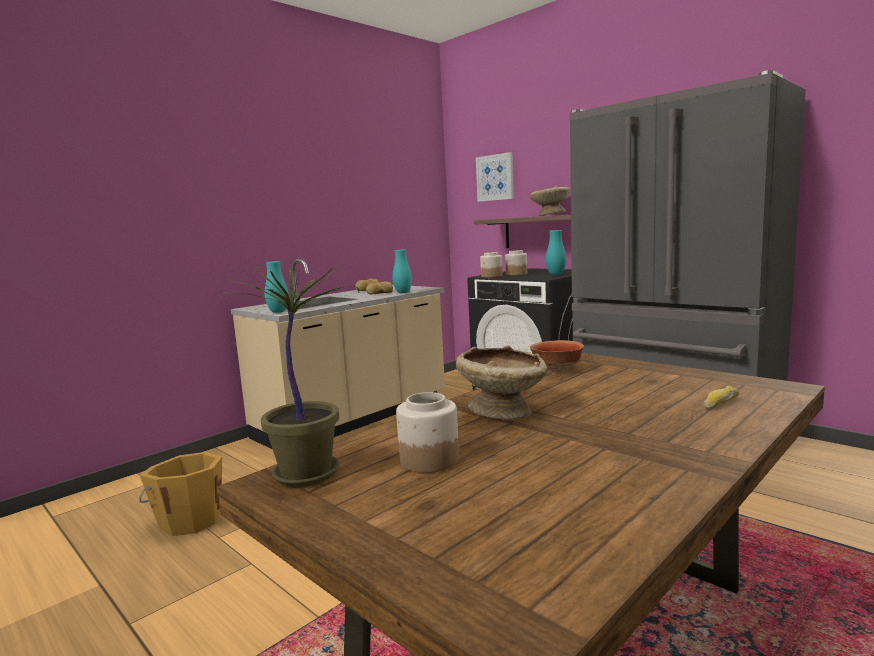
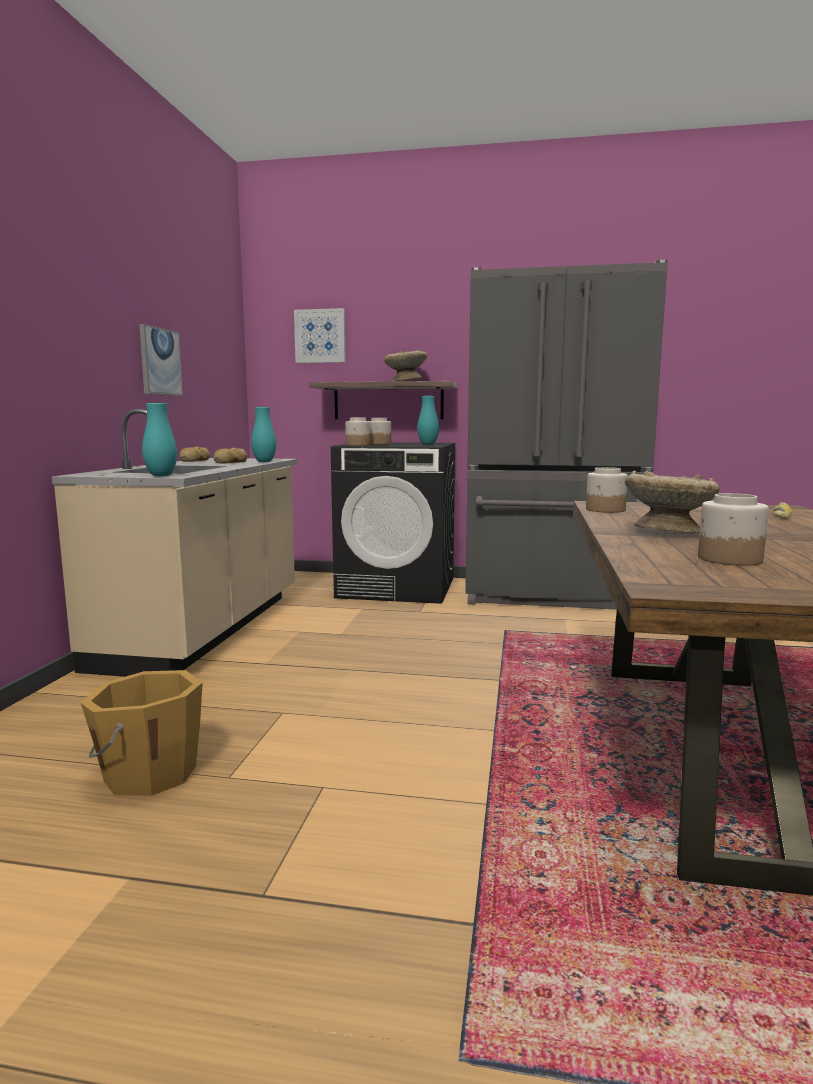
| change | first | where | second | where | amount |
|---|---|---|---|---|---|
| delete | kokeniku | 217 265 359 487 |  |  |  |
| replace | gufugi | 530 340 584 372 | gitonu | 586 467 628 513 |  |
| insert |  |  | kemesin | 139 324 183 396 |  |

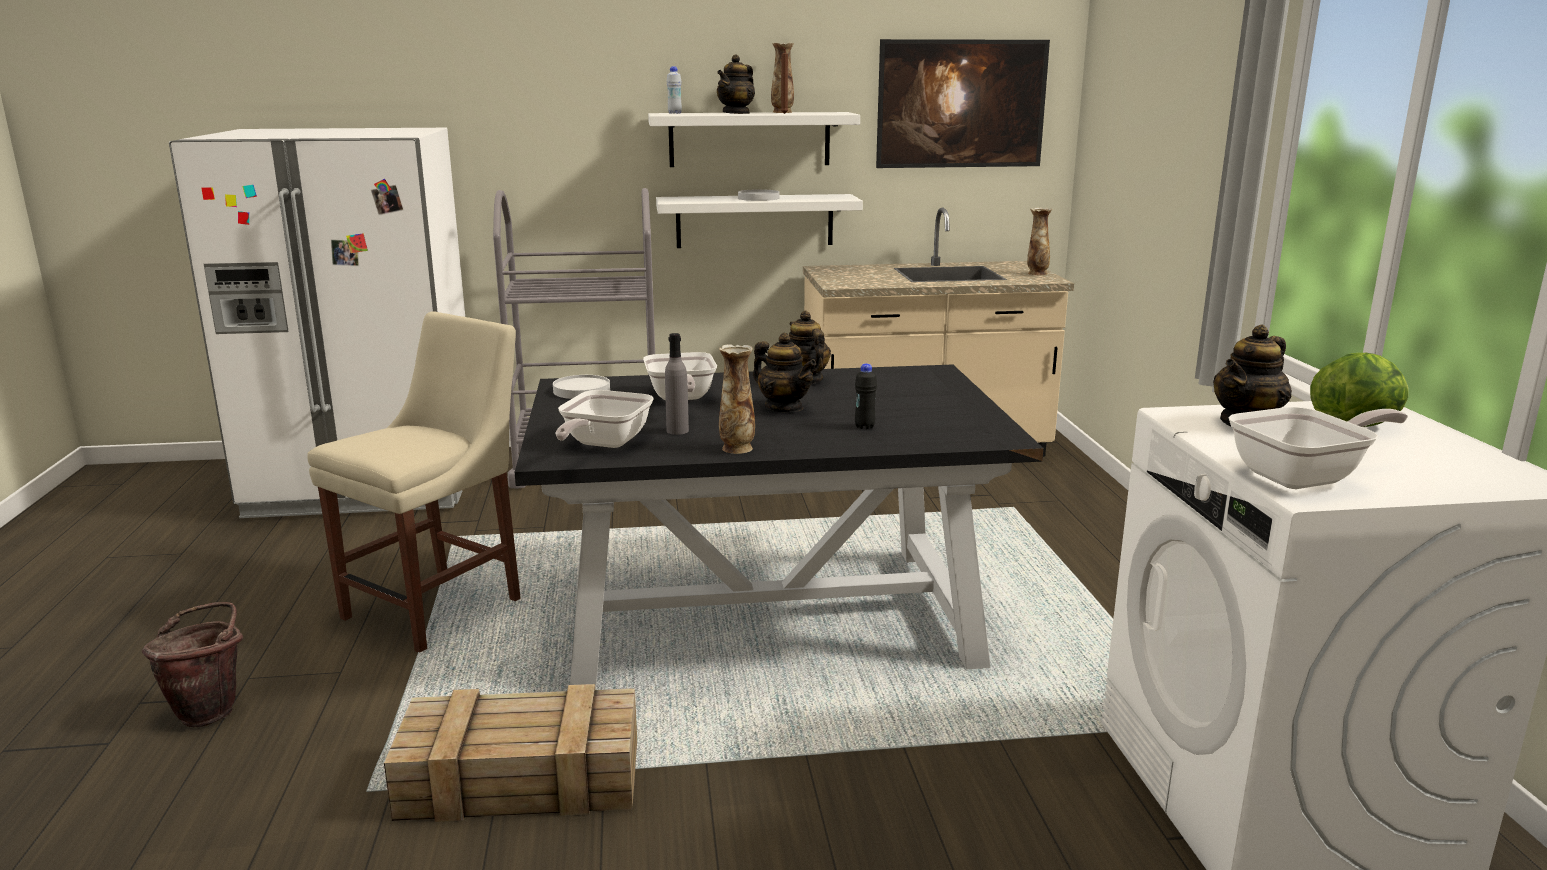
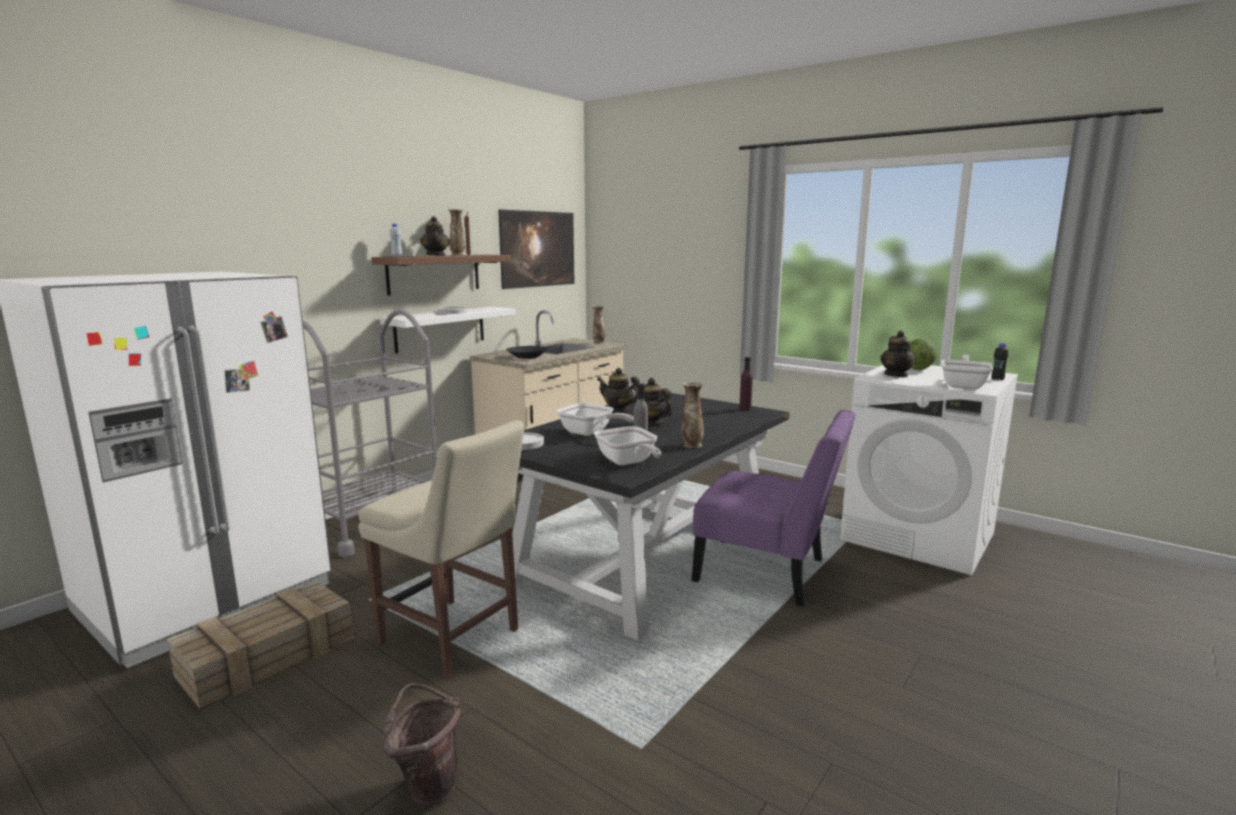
| change | first | where | second | where | amount |
|---|---|---|---|---|---|
| recolor | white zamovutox | 648 112 860 167 | brown zamovutox | 371 255 512 296 |  |
| rotate | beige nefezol | 307 311 521 652 |  | 358 420 524 679 | 135 degrees clockwise |
| rotate | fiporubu | 753 333 816 412 |  | 632 378 672 427 | 135 degrees counterclockwise |
| move | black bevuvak | 855 364 877 429 |  | 991 343 1008 381 |  |
| move | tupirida | 384 684 637 822 |  | 167 581 354 710 |  |
| insert |  |  | black gufugi | 506 346 548 359 |  |
| insert |  |  | purple bevuvak | 739 357 753 411 |  |
| insert |  |  | purple nefezol | 691 410 856 607 |  |

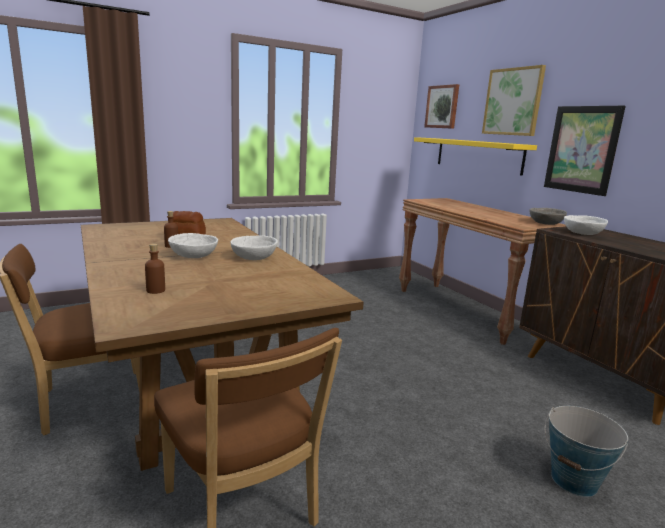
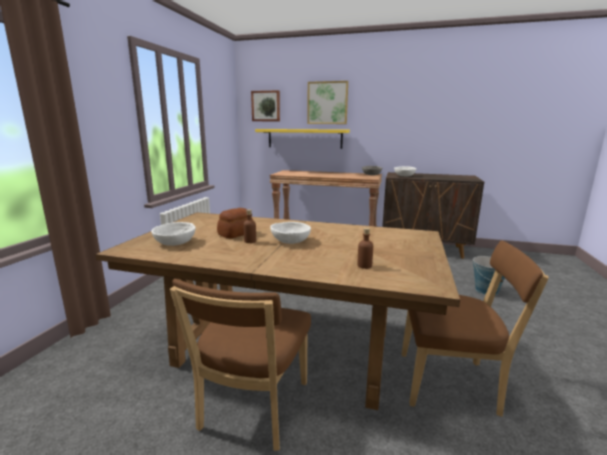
| change | first | where | second | where | amount |
|---|---|---|---|---|---|
| delete | kemesin | 544 106 626 196 |  |  |  |
| move | white gufugi | 230 235 278 260 |  | 151 222 196 246 |  |

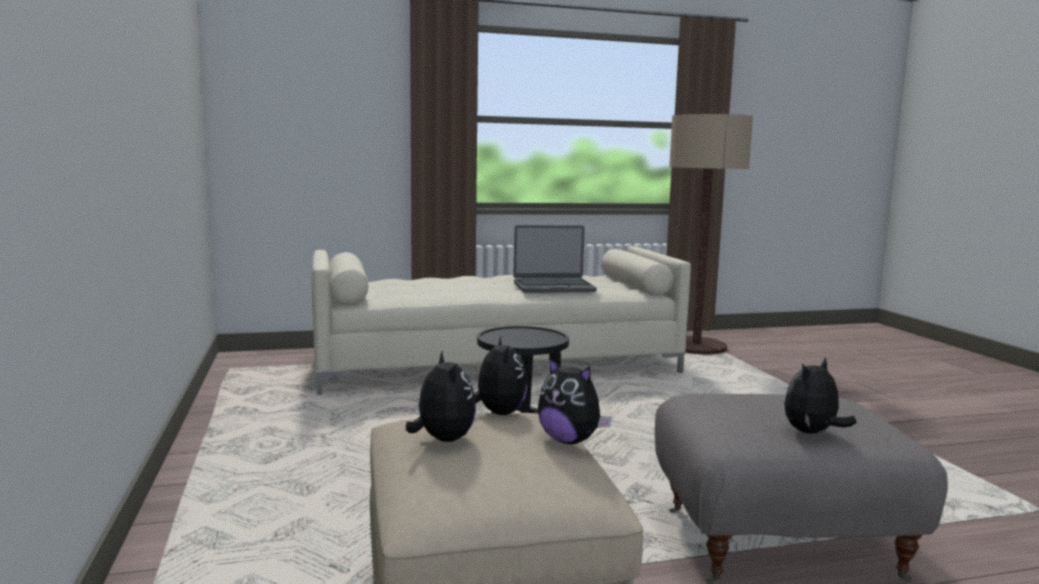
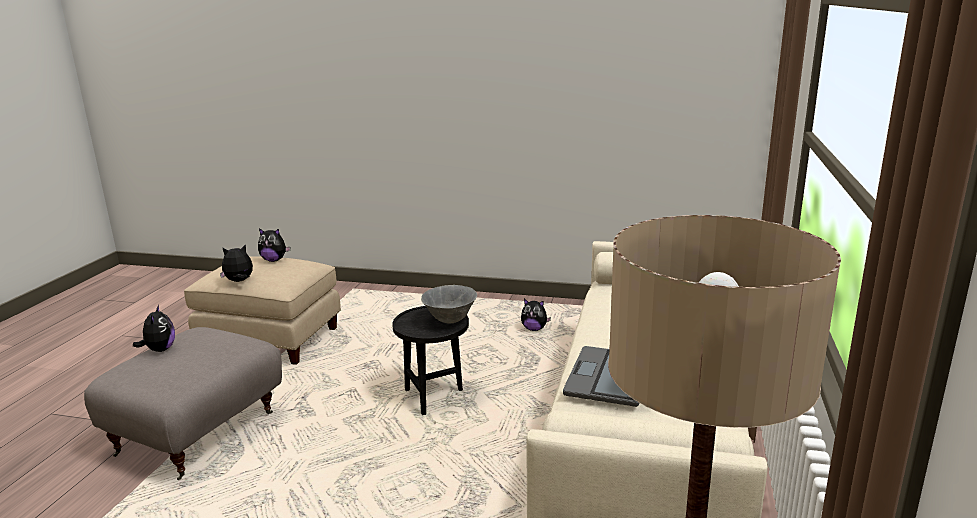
| change | first | where | second | where | amount |
|---|---|---|---|---|---|
| move | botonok | 474 336 527 415 |  | 521 299 551 331 |  |
| insert |  |  | grey gufugi | 421 285 477 324 |  |

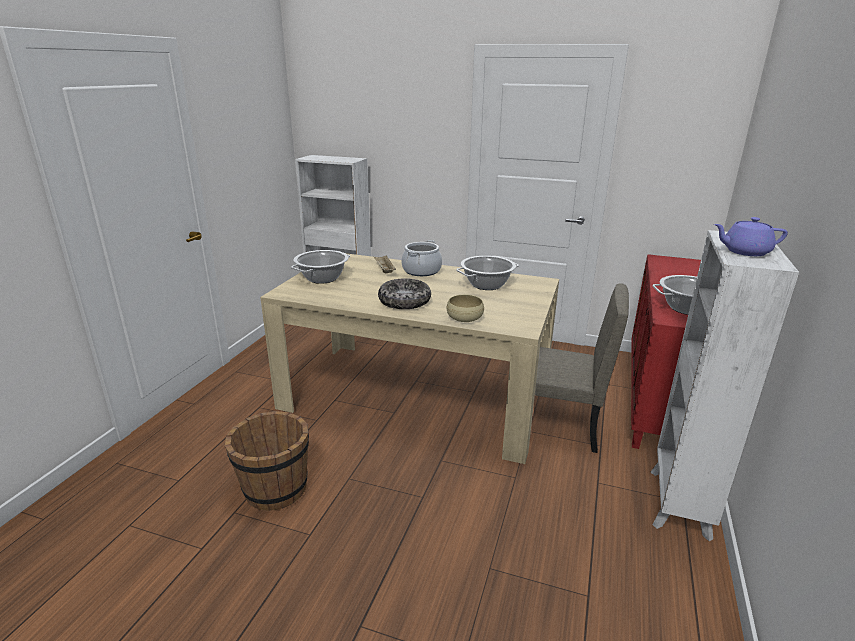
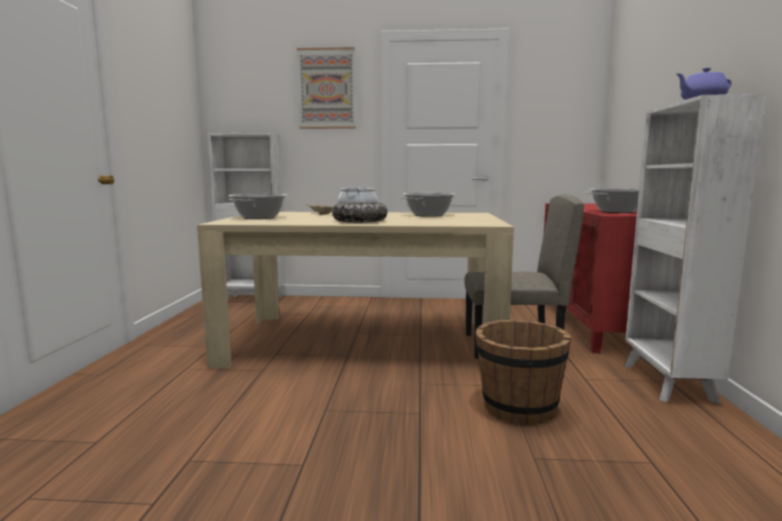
| change | first | where | second | where | amount |
|---|---|---|---|---|---|
| delete | beige gufugi | 447 295 484 322 |  |  |  |
| move | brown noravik | 225 411 309 511 |  | 475 320 571 425 |  |
| insert |  |  | kemesin | 297 47 356 129 |  |

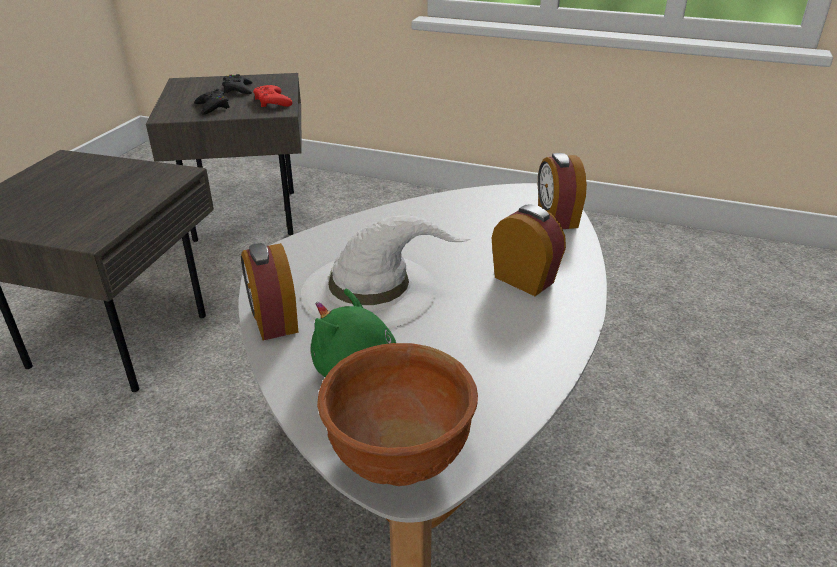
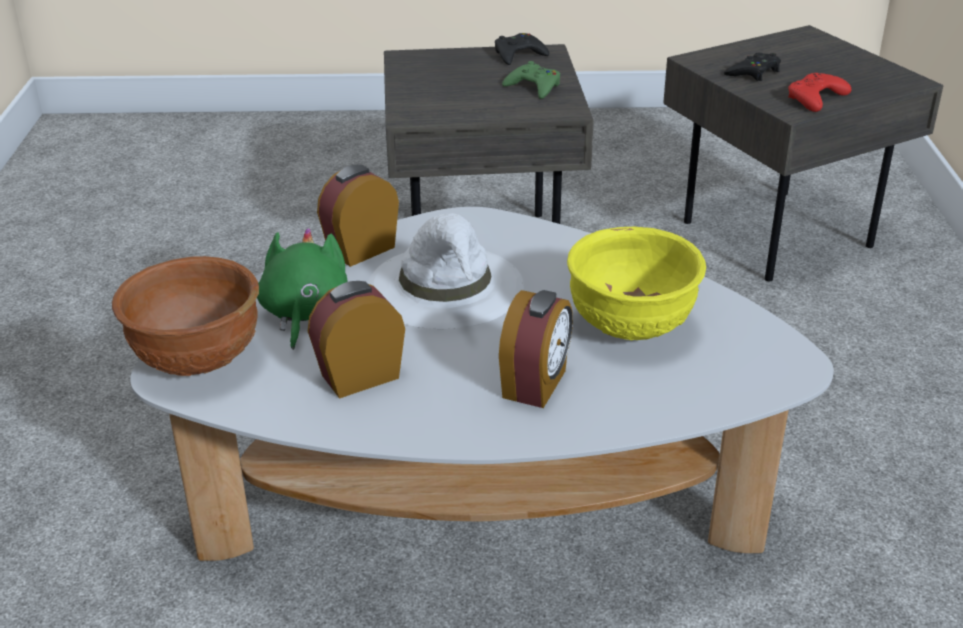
| change | first | where | second | where | amount |
|---|---|---|---|---|---|
| move | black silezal | 222 74 253 94 |  | 495 33 549 65 |  |
| move | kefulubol | 538 153 587 229 |  | 308 281 405 399 |  |
| insert |  |  | green silezal | 502 61 560 99 |  |
| insert |  |  | yellow gufugi | 567 227 706 341 |  |

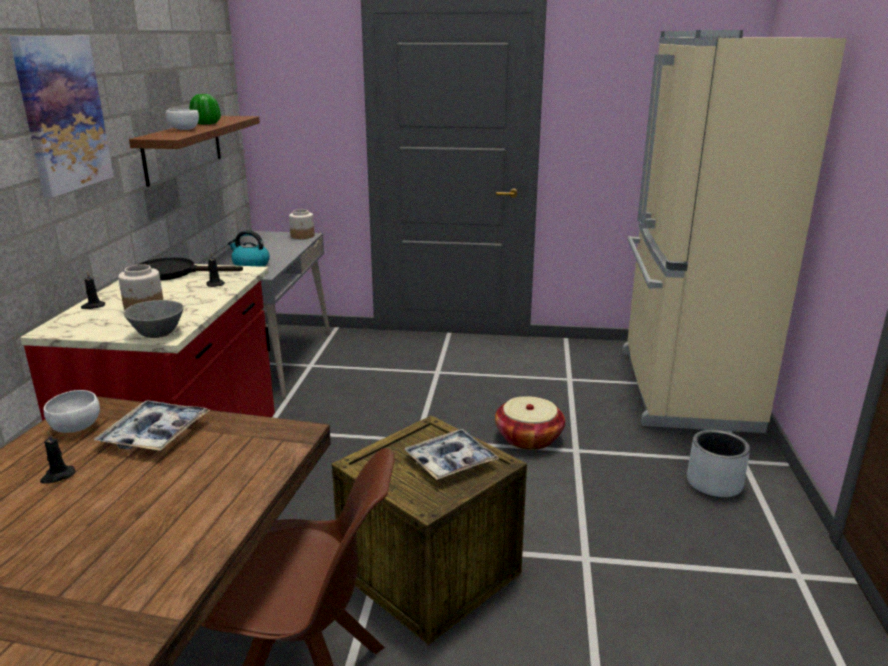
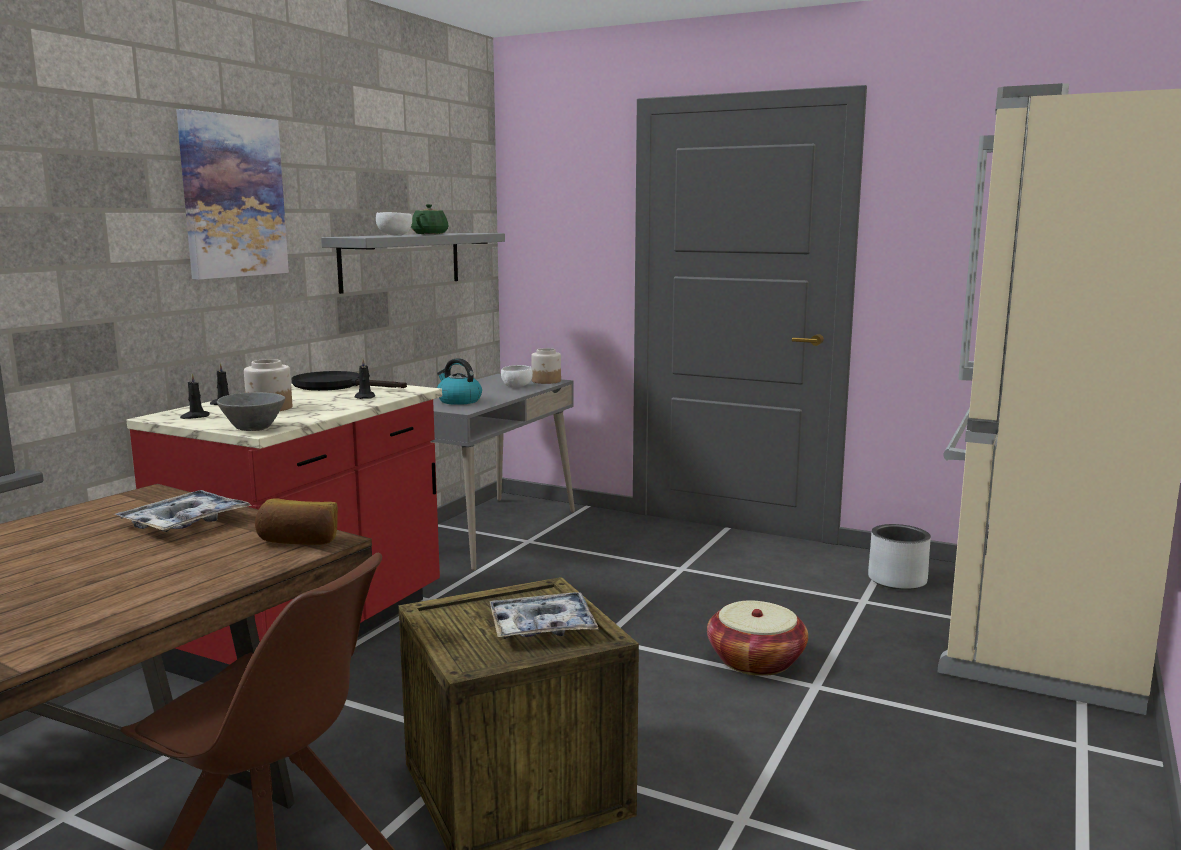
| change | first | where | second | where | amount |
|---|---|---|---|---|---|
| replace | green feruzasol | 189 94 221 125 | green fiporubu | 411 204 449 234 |  |
| recolor | brown zamovutox | 129 116 260 187 | grey zamovutox | 321 233 505 294 |  |
| move | white gufugi | 44 390 100 433 |  | 501 365 533 387 |  |
| move | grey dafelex | 687 430 750 498 |  | 868 524 931 590 |  |
| move | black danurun | 40 431 75 484 |  | 180 374 210 419 |  |
| insert |  |  | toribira | 255 498 338 545 |  |

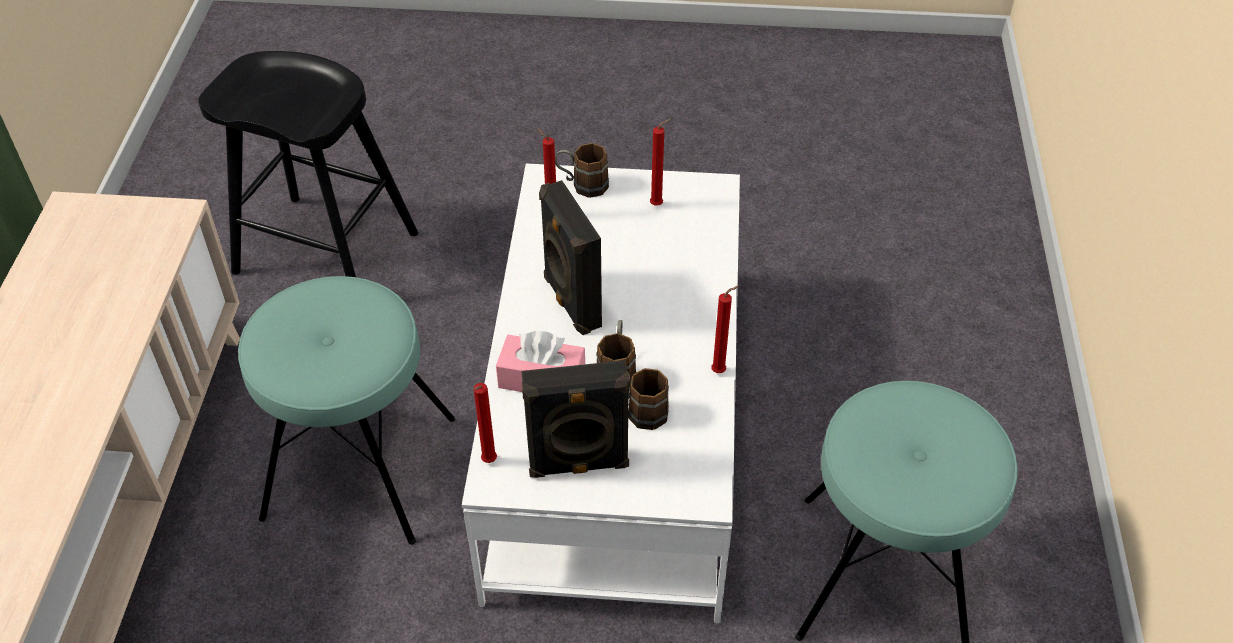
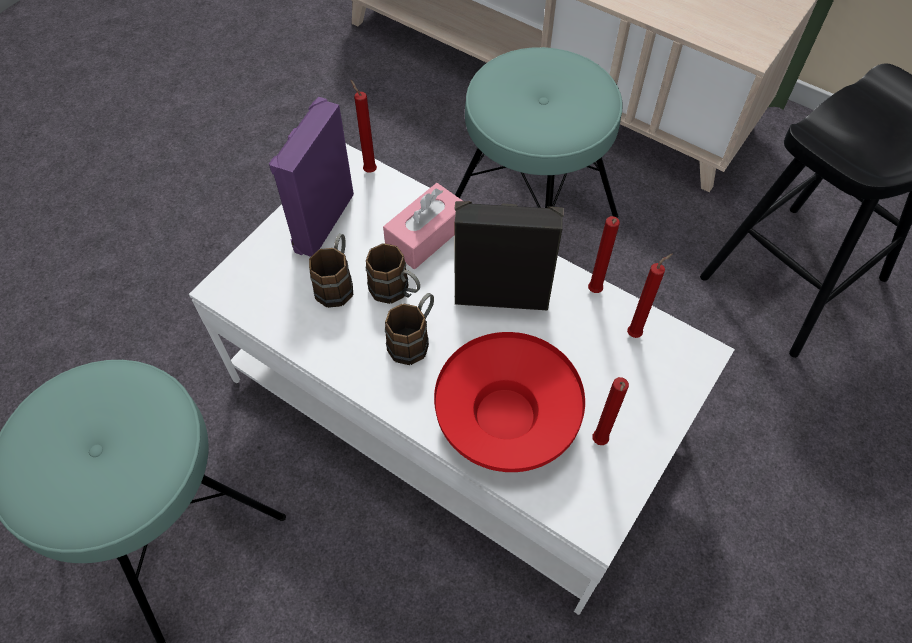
| change | first | where | second | where | amount |
|---|---|---|---|---|---|
| move | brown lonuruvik | 555 143 609 198 |  | 385 293 434 365 |  |
| move | red danurun | 711 286 739 373 |  | 588 216 620 293 |  |
| recolor | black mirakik | 521 360 630 478 | purple mirakik | 269 97 354 257 |  |
| insert |  |  | red gufugi | 434 332 585 472 |  |

